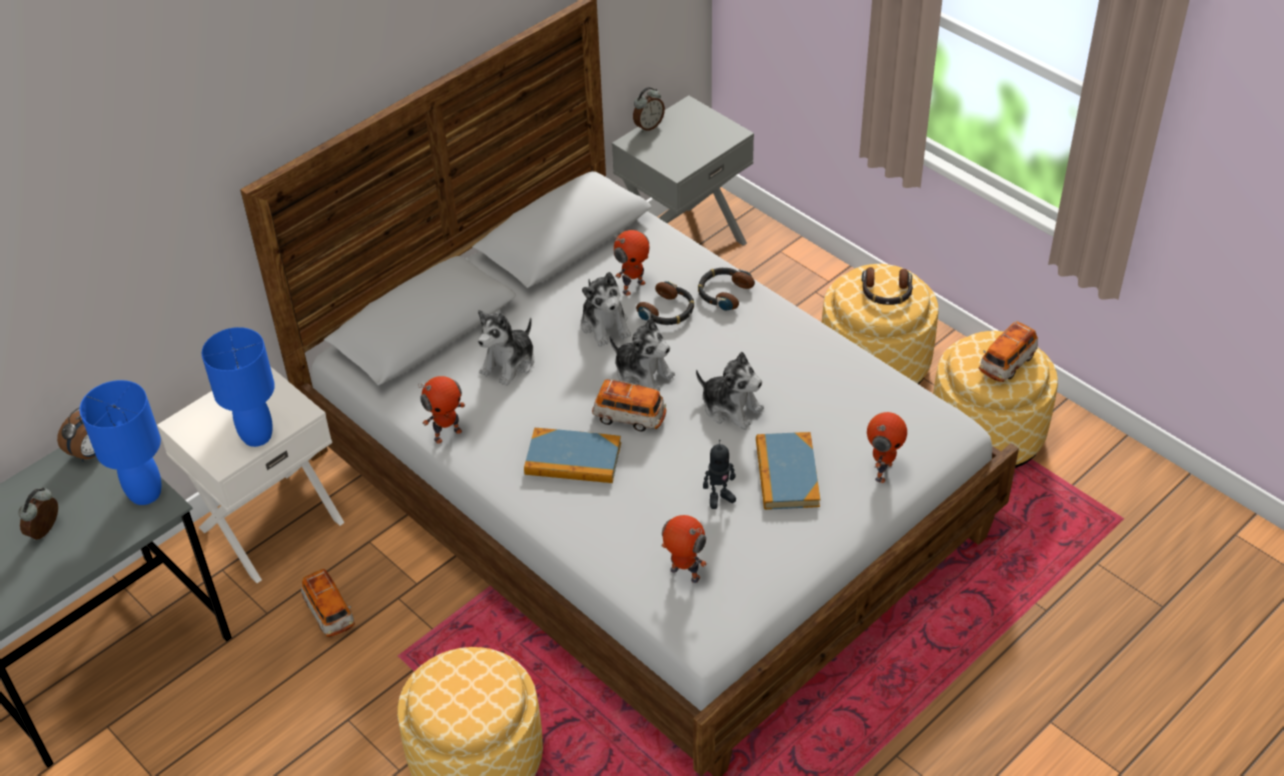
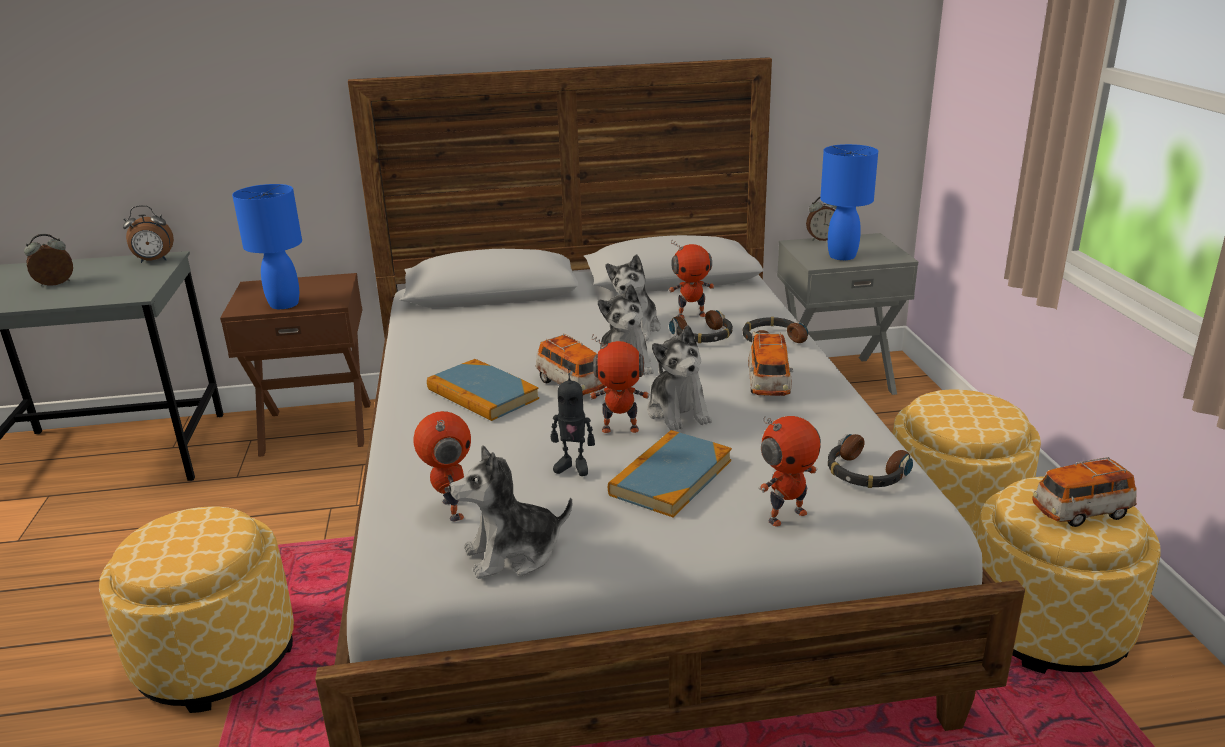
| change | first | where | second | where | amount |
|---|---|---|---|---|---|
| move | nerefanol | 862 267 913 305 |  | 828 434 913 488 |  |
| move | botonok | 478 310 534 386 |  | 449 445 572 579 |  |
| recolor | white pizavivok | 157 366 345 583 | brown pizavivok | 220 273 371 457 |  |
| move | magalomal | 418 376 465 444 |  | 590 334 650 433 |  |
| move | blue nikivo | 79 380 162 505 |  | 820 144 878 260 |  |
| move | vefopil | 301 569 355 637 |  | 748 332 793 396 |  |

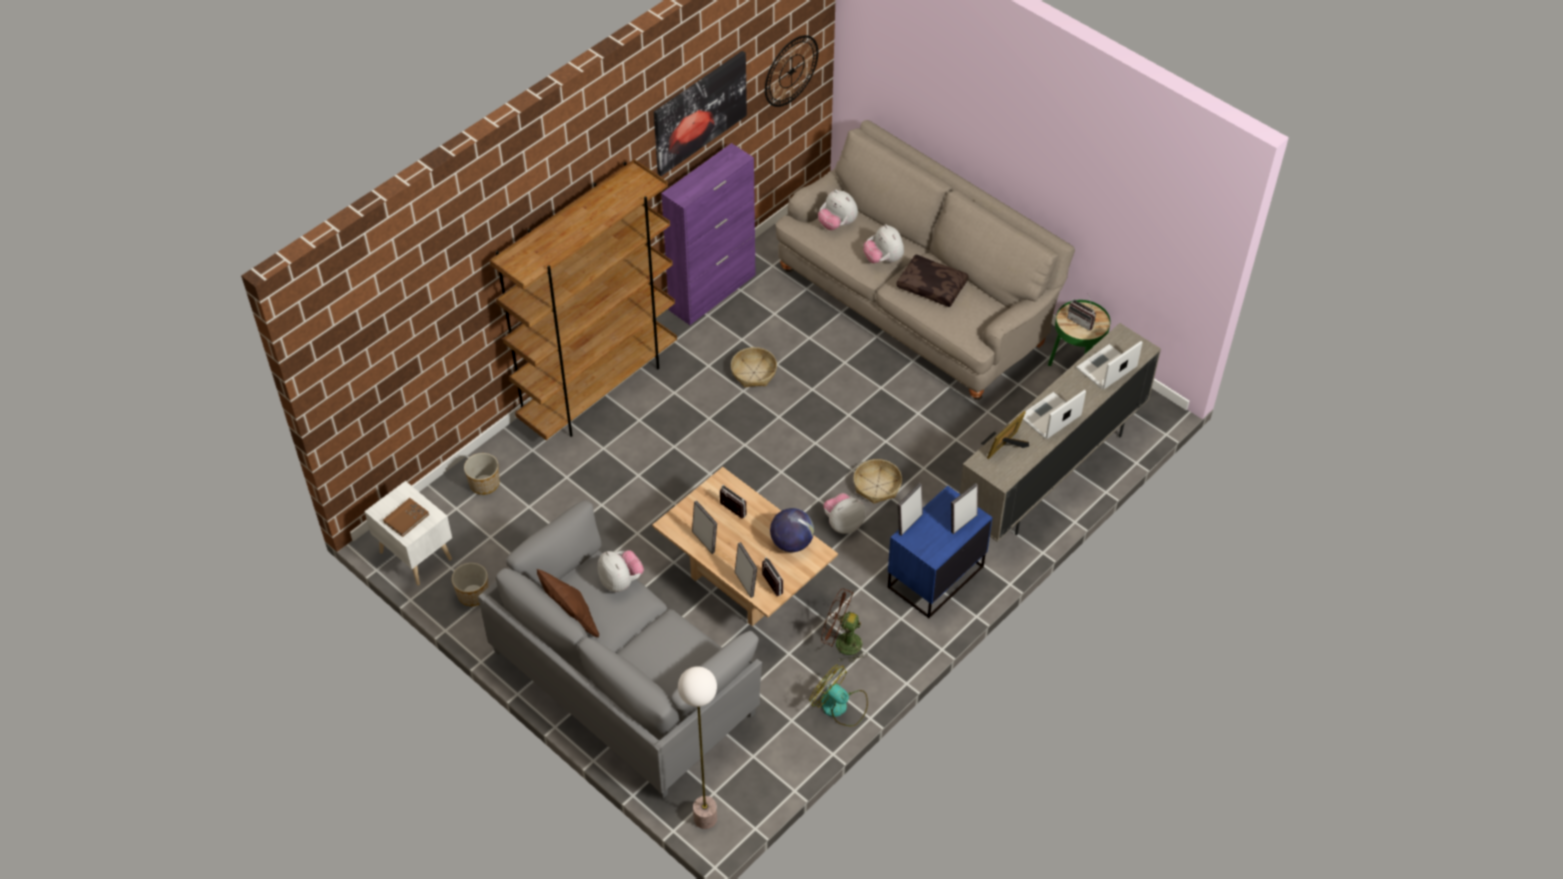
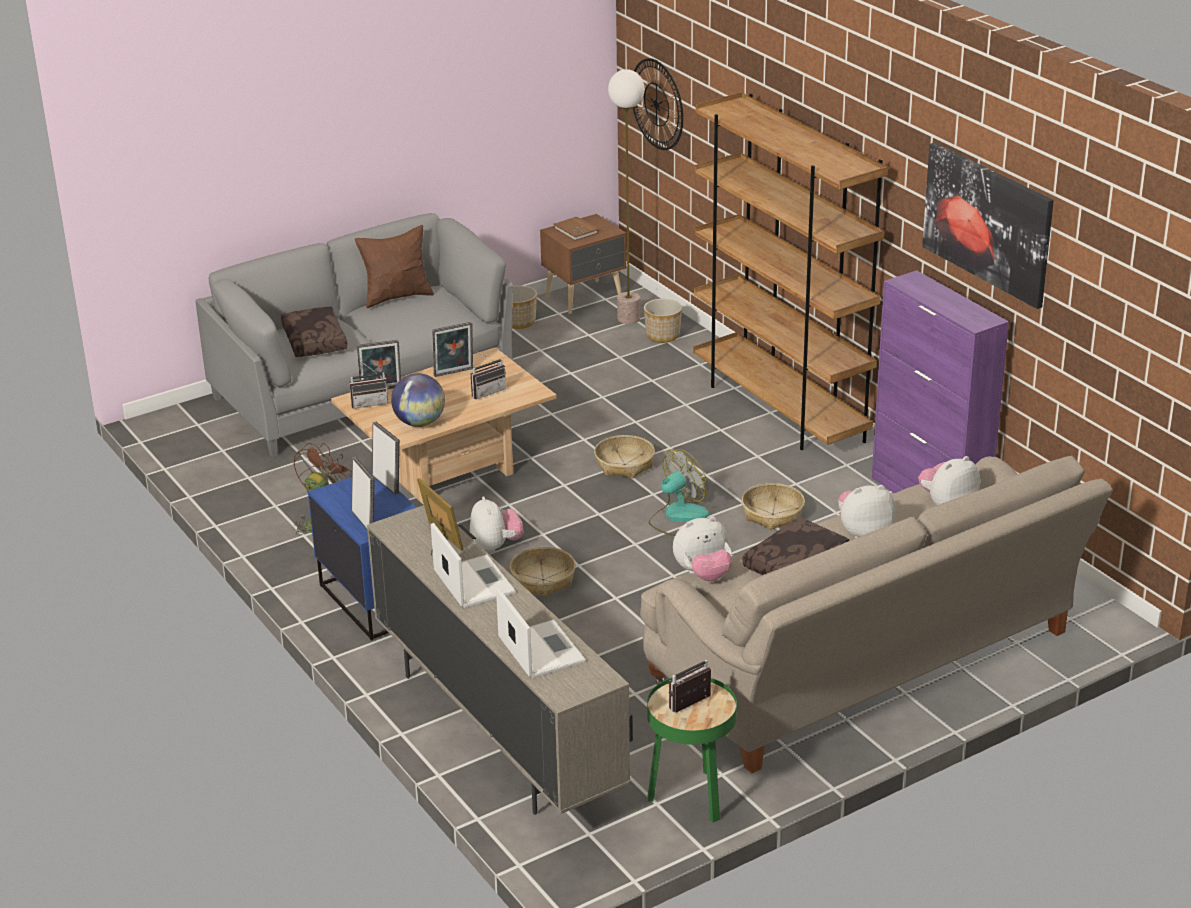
| change | first | where | second | where | amount |
|---|---|---|---|---|---|
| move | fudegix | 765 35 818 107 |  | 633 58 683 150 |  |
| recolor | white pizavivok | 364 481 452 585 | brown pizavivok | 540 214 627 314 |  |
| move | botonok | 597 550 644 592 |  | 673 516 732 581 |  |
| move | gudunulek | 809 665 868 726 |  | 649 449 709 536 |  |
| move | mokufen | 678 666 717 829 |  | 608 69 644 324 |  |
| insert |  |  | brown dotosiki | 281 307 348 357 |  |
| insert |  |  | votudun | 594 435 655 478 |  |

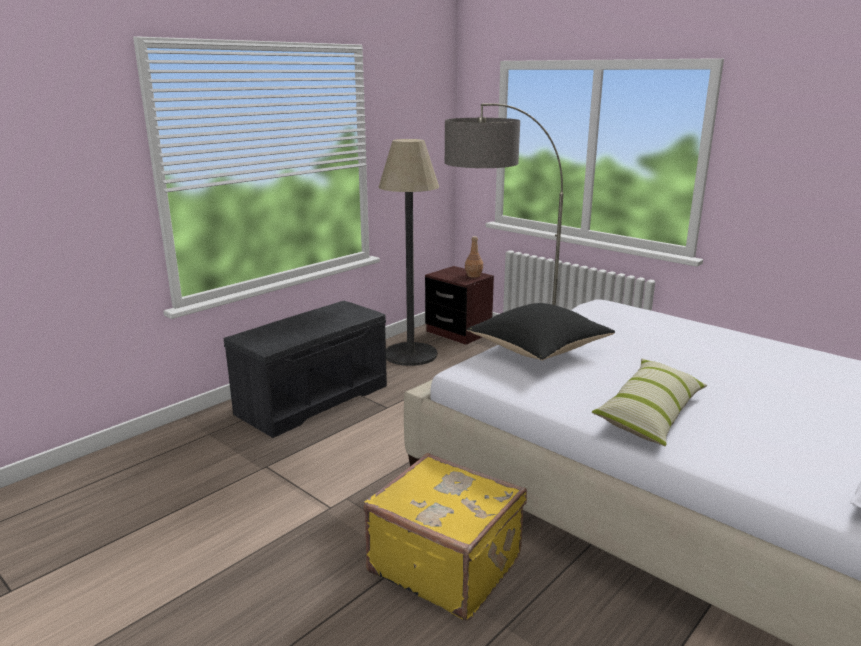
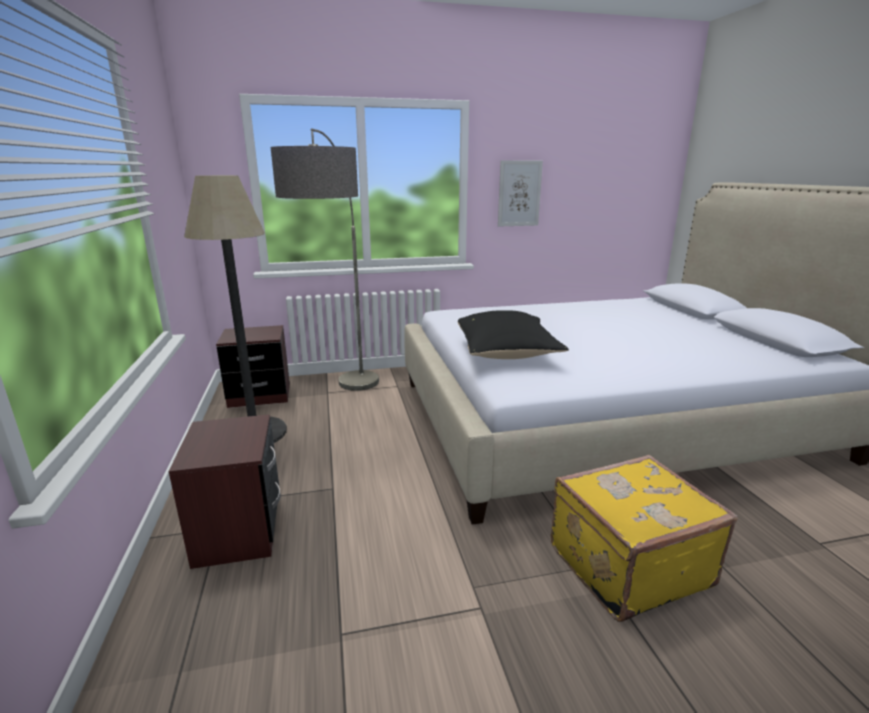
| change | first | where | second | where | amount |
|---|---|---|---|---|---|
| delete | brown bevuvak | 465 236 483 278 |  |  |  |
| replace | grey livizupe | 224 301 387 438 | brown pizavivok | 168 414 281 569 |  |
| delete | dotosiki | 592 359 707 446 |  |  |  |
| insert |  |  | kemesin | 498 160 543 227 |  |

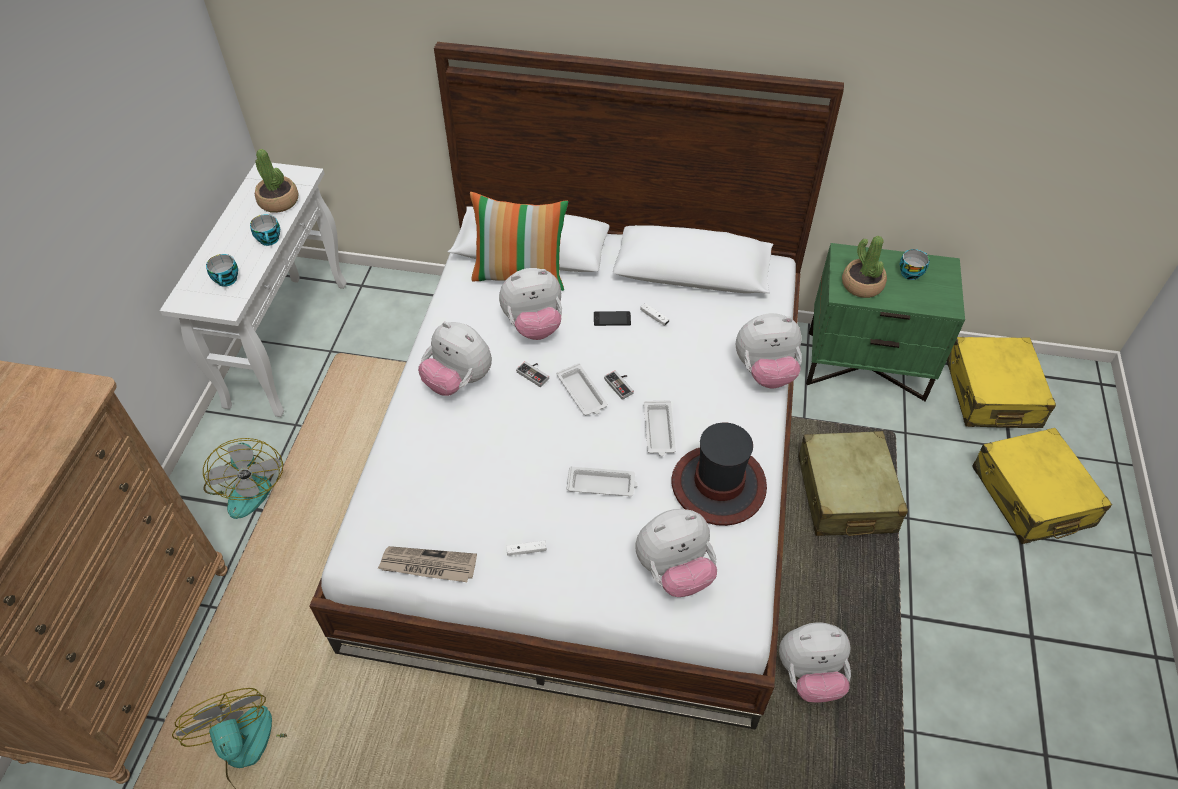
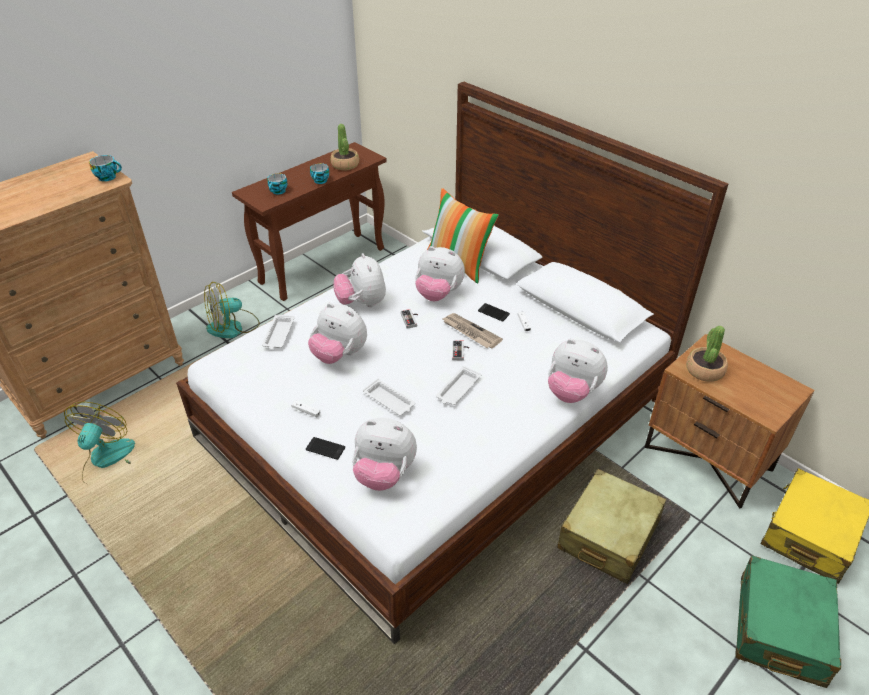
| change | first | where | second | where | amount |
|---|---|---|---|---|---|
| recolor | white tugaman | 160 162 347 417 | brown tugaman | 232 142 387 301 |  |
| recolor | green pizavivok | 806 243 965 401 | brown pizavivok | 645 334 815 509 |  |
| move | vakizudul | 900 249 930 280 |  | 89 155 122 182 |  |
| move | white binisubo | 557 363 608 415 |  | 262 315 295 349 |  |
| delete | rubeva | 671 423 767 526 |  |  |  |
| recolor | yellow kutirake | 972 428 1112 544 | green kutirake | 735 555 841 688 |  |
| rotate | gudunulek | 203 438 283 519 |  | 204 282 260 338 | 45 degrees clockwise |
| move | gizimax | 377 546 477 582 |  | 443 313 503 349 |  |
| move | botonok | 779 622 851 703 |  | 308 303 367 364 |  |
| insert |  |  | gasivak | 306 437 345 460 |  |

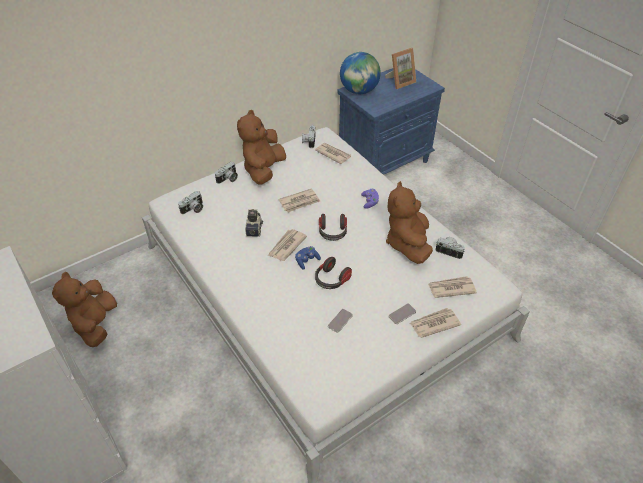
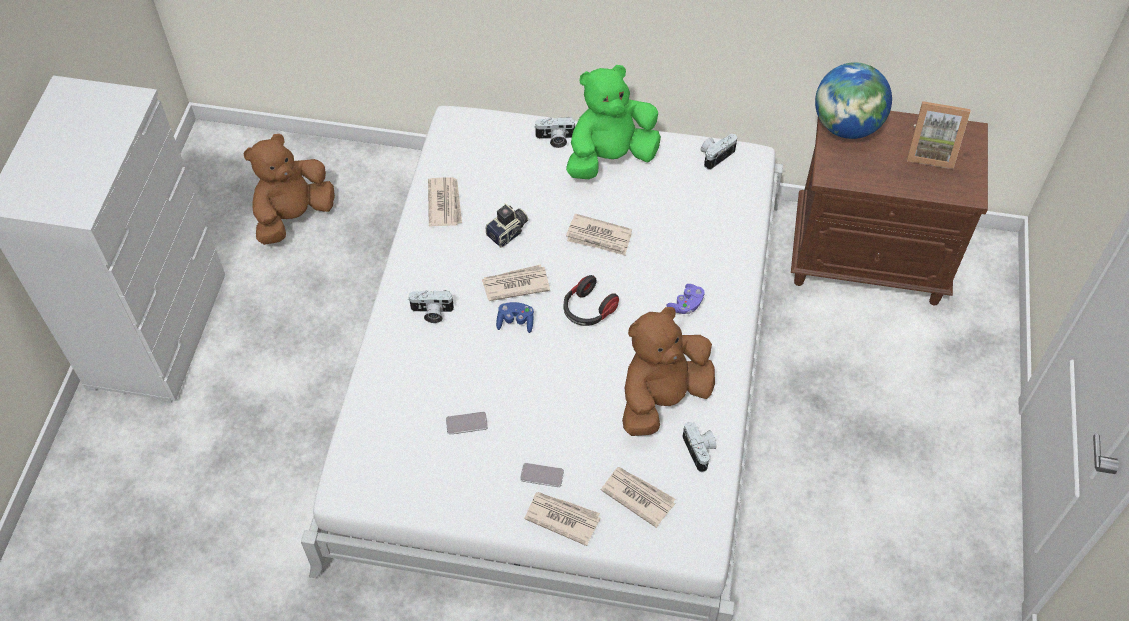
| change | first | where | second | where | amount |
|---|---|---|---|---|---|
| recolor | blue pizavivok | 337 68 445 175 | brown pizavivok | 791 111 988 305 |  |
| recolor | brown botonok | 237 110 286 185 | green botonok | 566 65 661 179 |  |
| move | gizimax | 315 143 351 164 |  | 428 177 462 227 |  |
| move | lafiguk | 178 191 203 214 |  | 409 290 454 323 |  |
| delete | nerefanol | 315 257 352 289 |  |  |  |

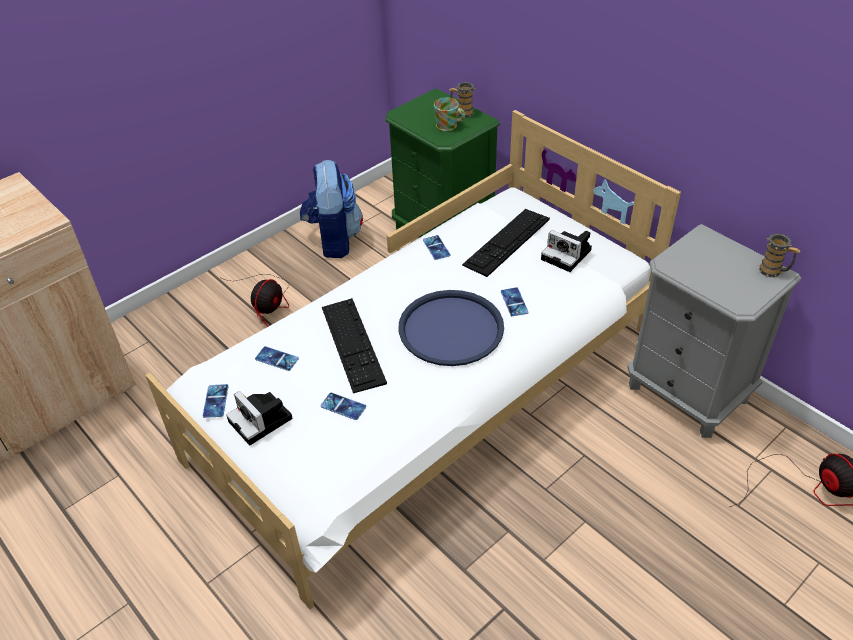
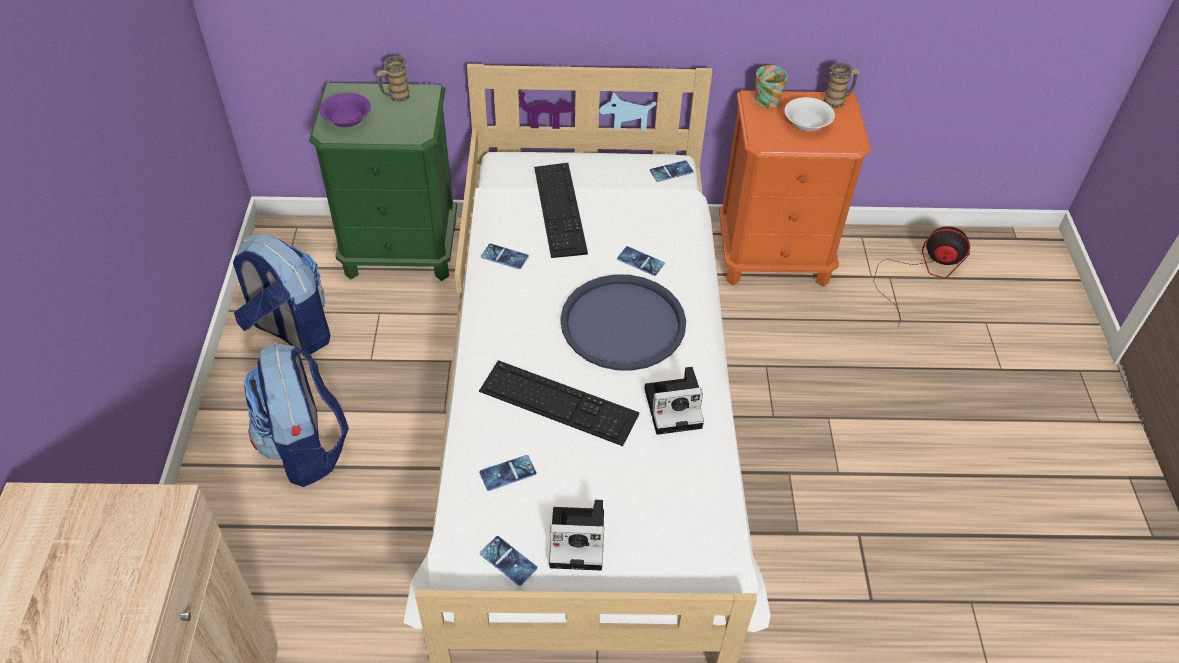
| change | first | where | second | where | amount |
|---|---|---|---|---|---|
| move | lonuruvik | 434 98 465 131 |  | 754 65 788 108 |  |
| recolor | grey pizavivok | 627 224 801 438 | orange pizavivok | 719 91 871 287 |  |
| move | lafiguk | 541 230 592 272 |  | 644 367 704 435 |  |
| replace | gudunulek | 222 274 289 327 | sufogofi | 244 343 349 487 |  |
| move | gasivak | 320 392 366 420 |  | 650 160 694 182 |  |
| insert |  |  | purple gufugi | 320 93 371 127 |  |
| insert |  |  | white gufugi | 785 97 835 131 |  |

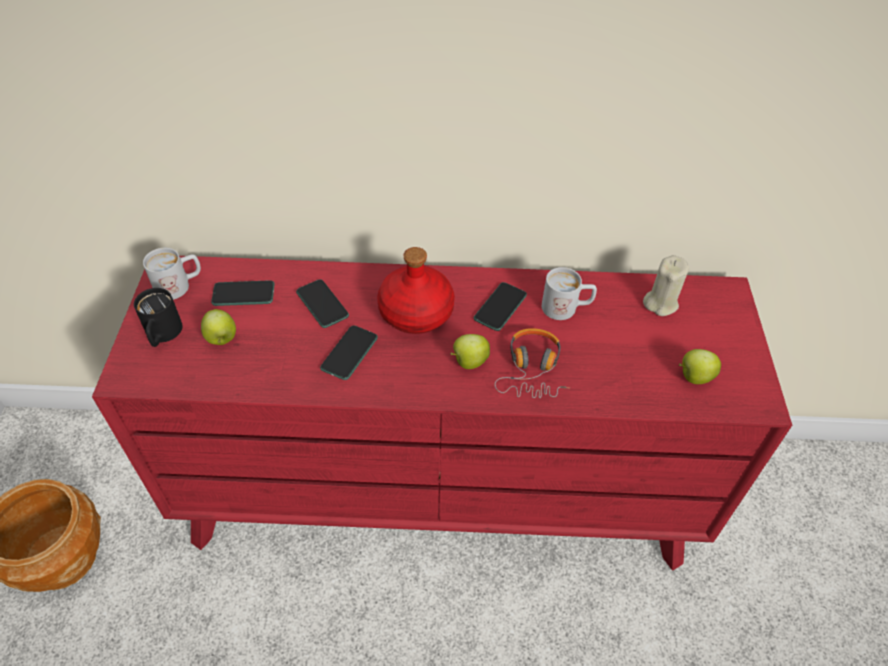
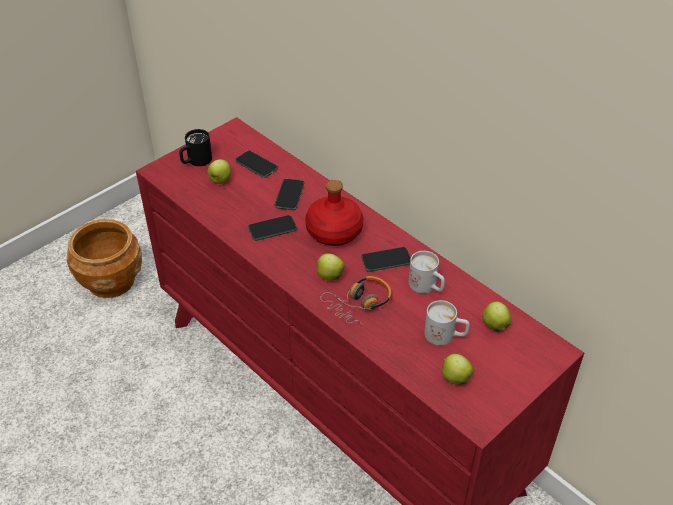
| change | first | where | second | where | amount |
|---|---|---|---|---|---|
| move | white lonuruvik | 143 248 201 300 |  | 424 300 470 345 |  |
| replace | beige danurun | 643 255 689 316 | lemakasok | 482 301 512 332 |  |

